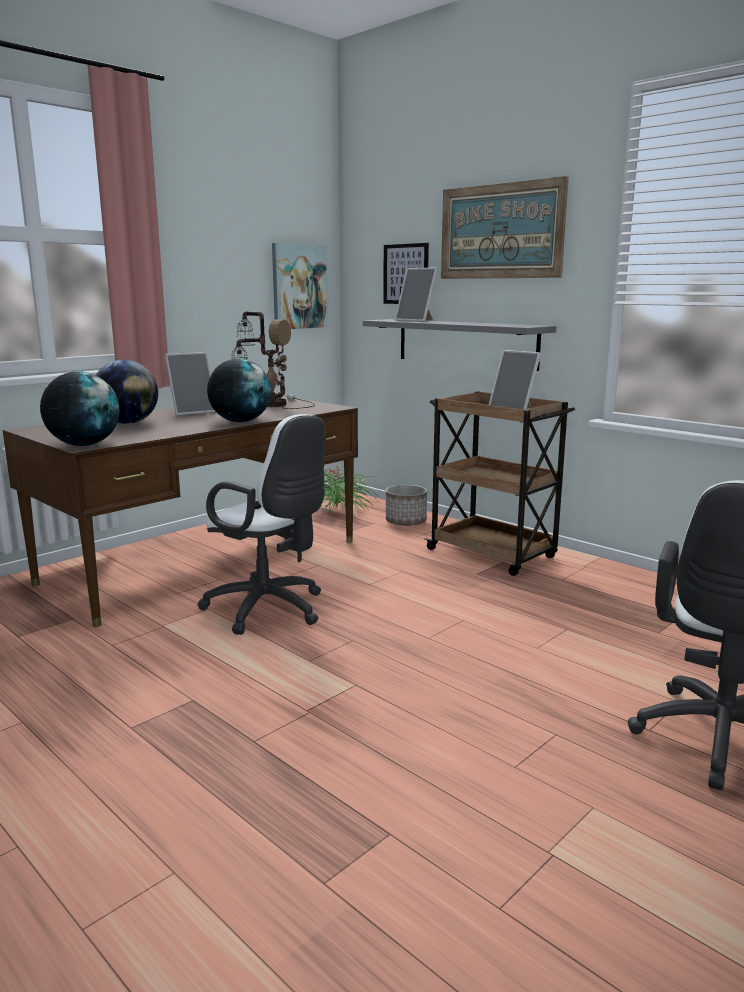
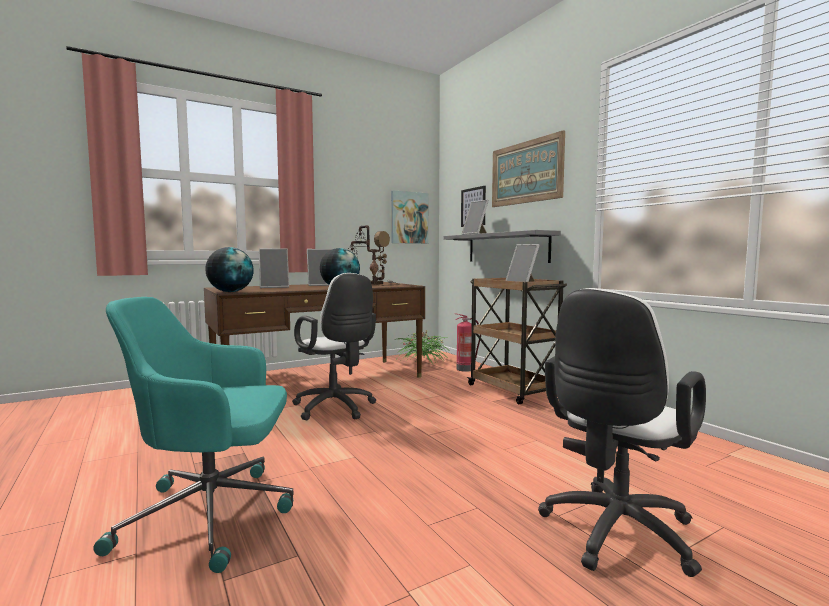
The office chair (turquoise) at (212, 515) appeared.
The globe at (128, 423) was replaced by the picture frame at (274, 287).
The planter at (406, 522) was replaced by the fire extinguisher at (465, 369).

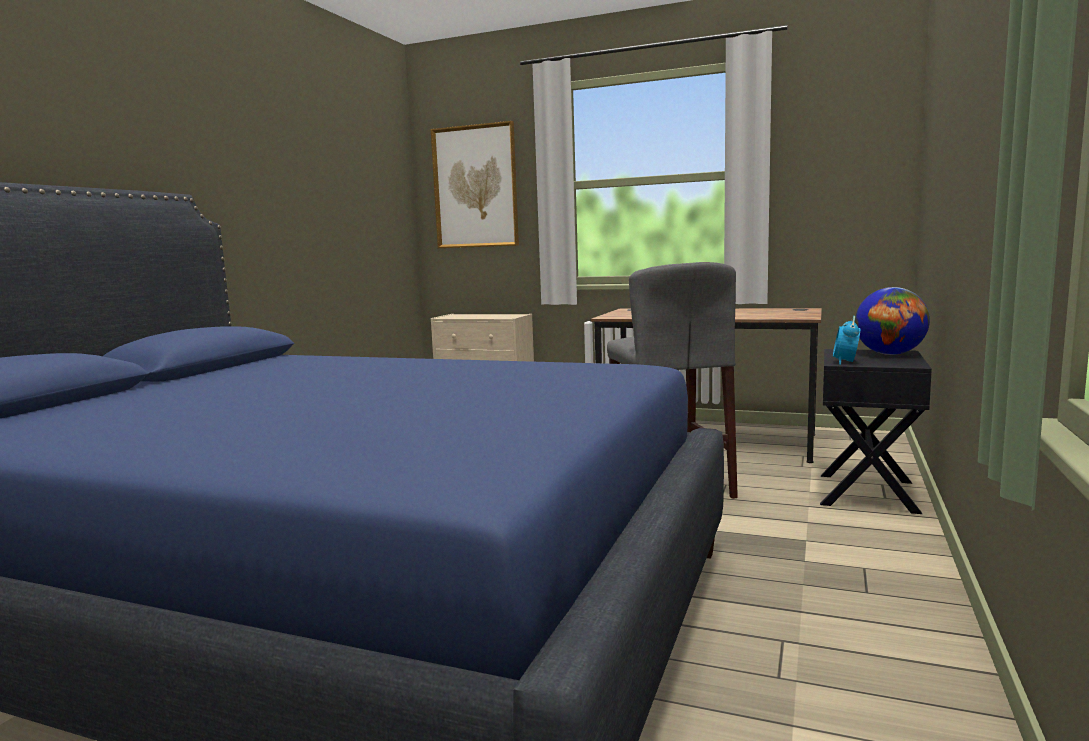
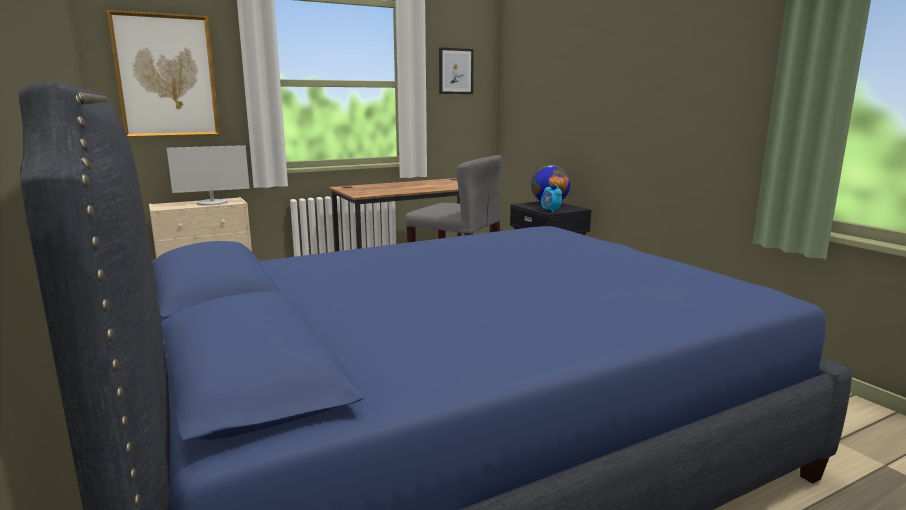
The monitor at (212, 203) appeared.
The picture at (455, 71) appeared.

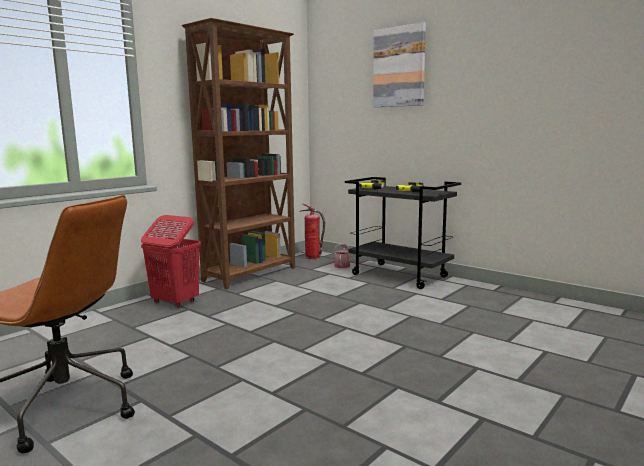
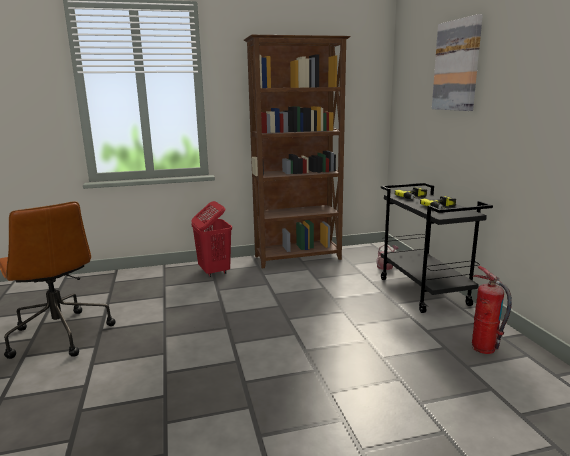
The fire extinguisher moved from (312, 257) to (483, 348).

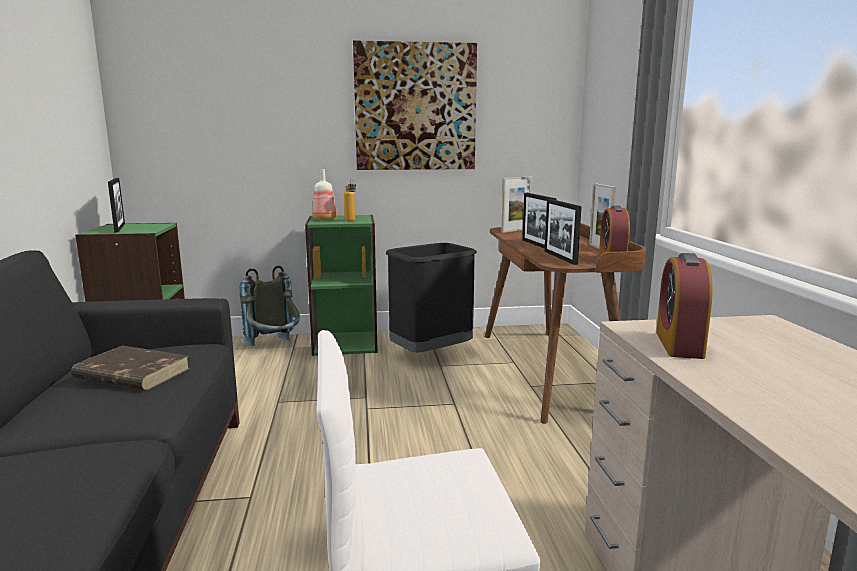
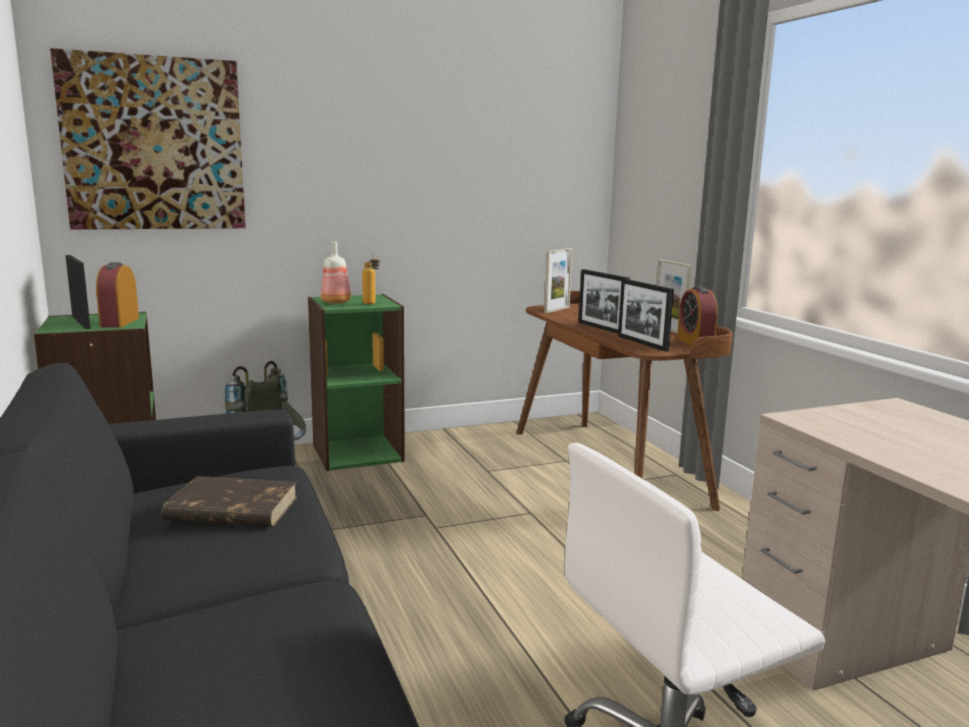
The picture moved from (415, 107) to (154, 144).
The alarm clock moved from (679, 344) to (120, 322).
The trash can (black) at (431, 354) disappeared.

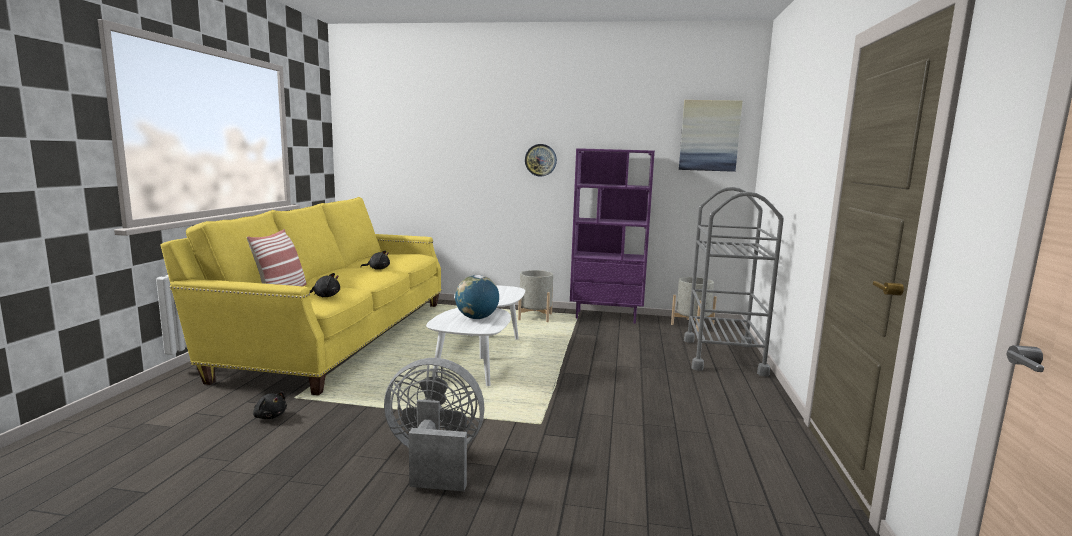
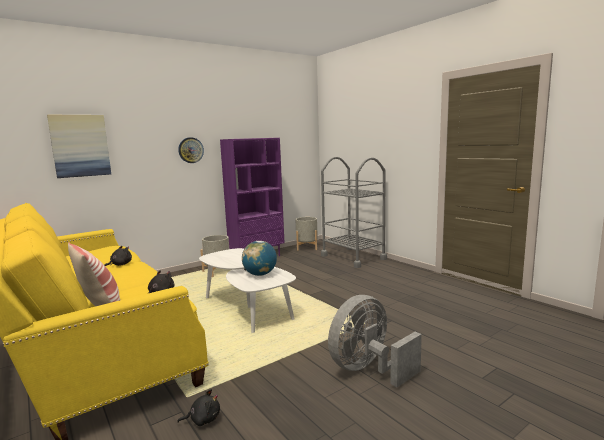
The picture moved from (709, 136) to (80, 146).

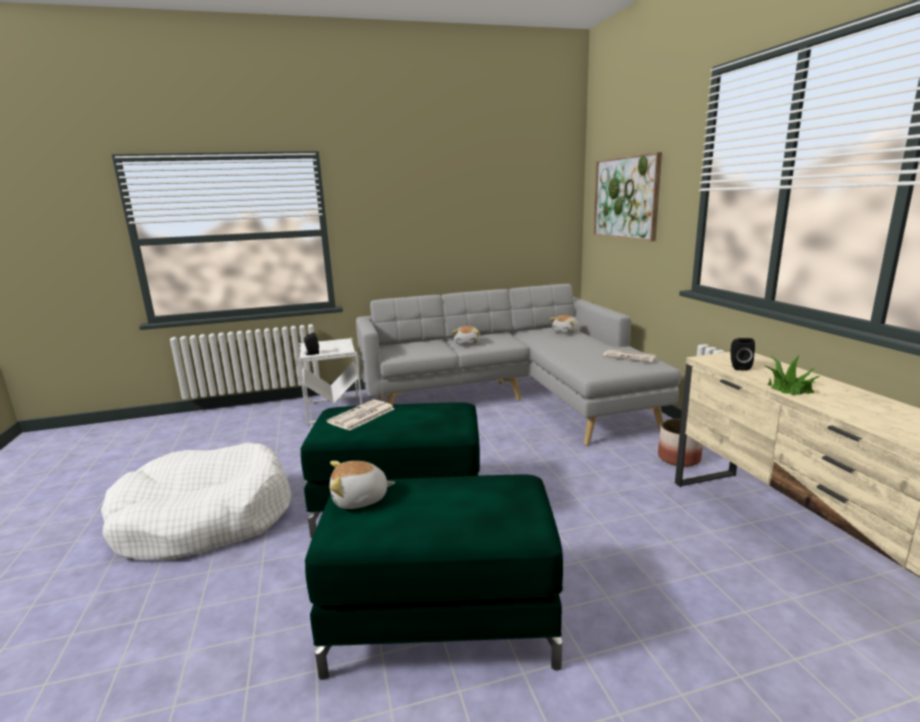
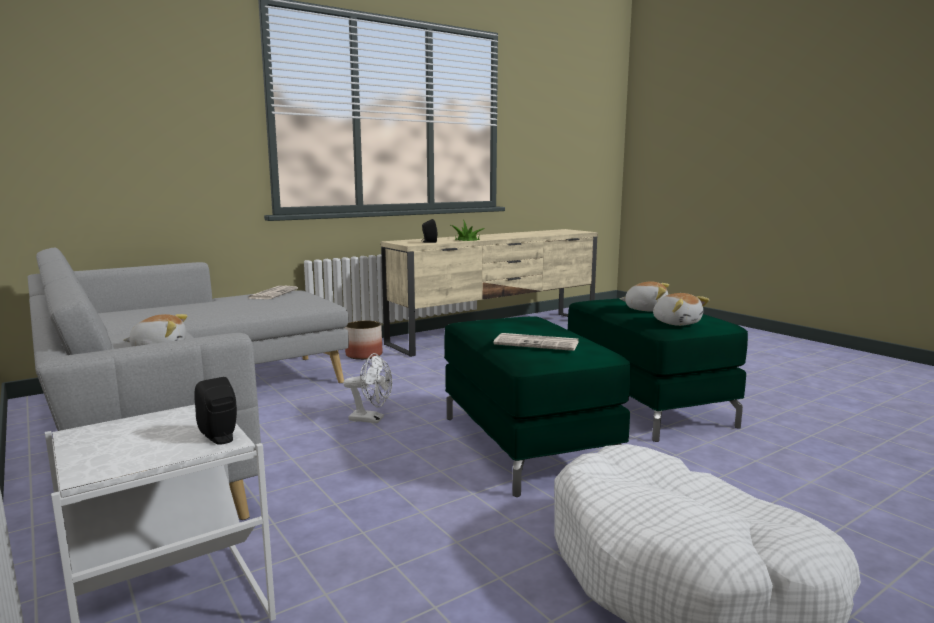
The fan (white) at (372, 419) appeared.
The plush toy moved from (566, 332) to (645, 309).
The picture at (625, 198) disappeared.

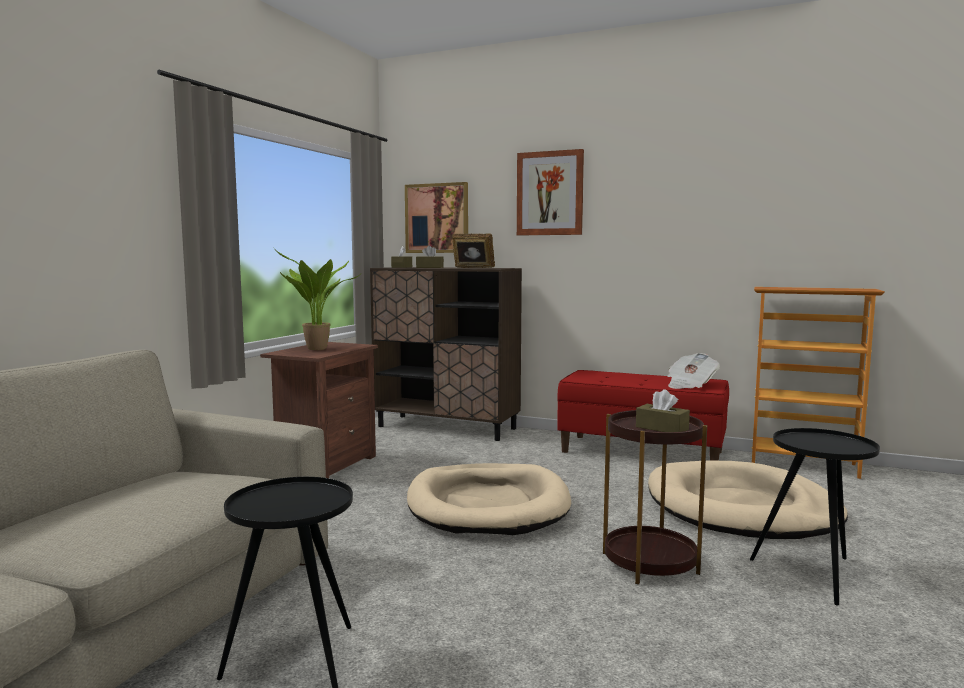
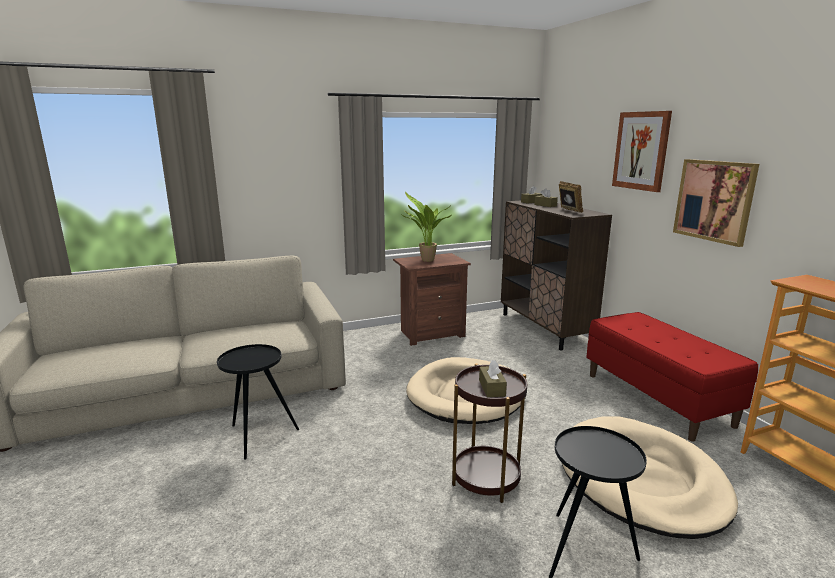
The picture moved from (437, 218) to (714, 200).
The newspaper at (690, 385) disappeared.

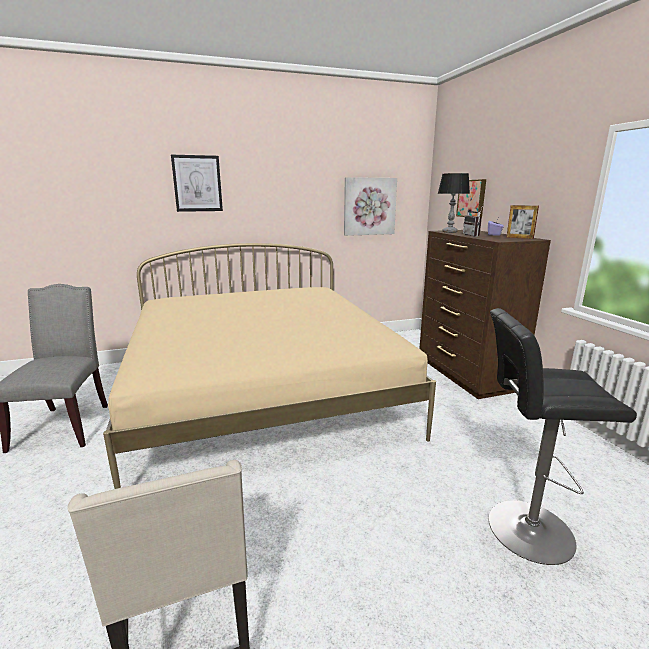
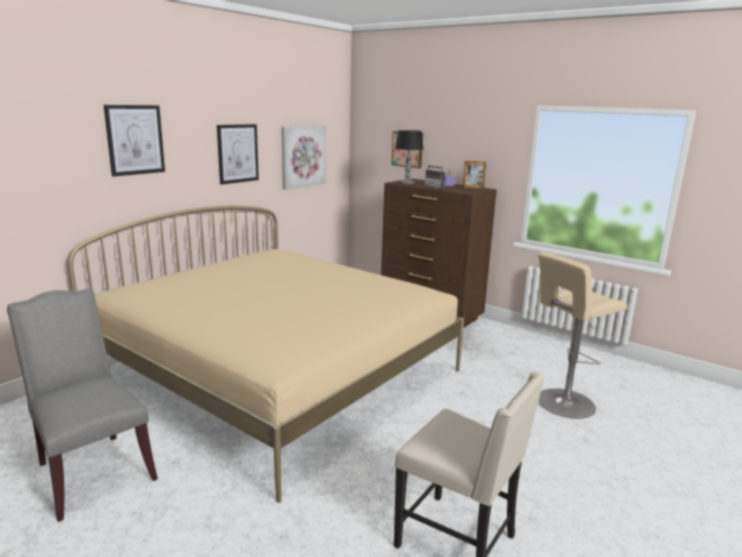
The picture at (237, 153) appeared.
The stool (black) at (524, 530) became the stool (beige) at (563, 404).

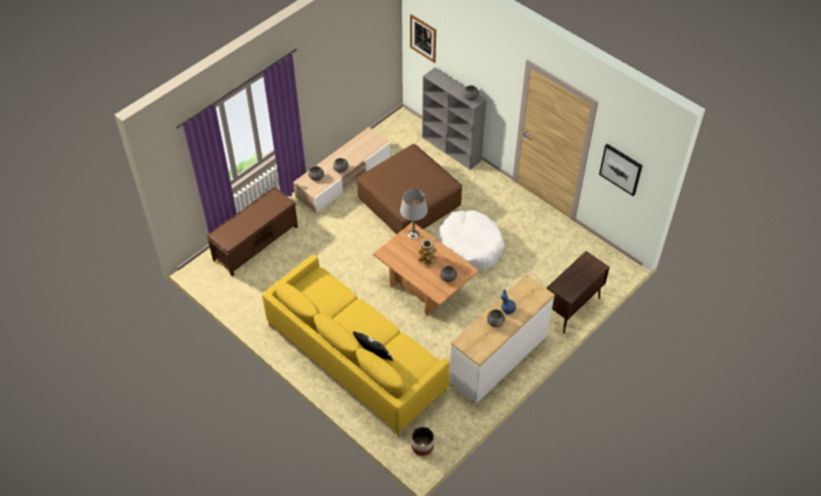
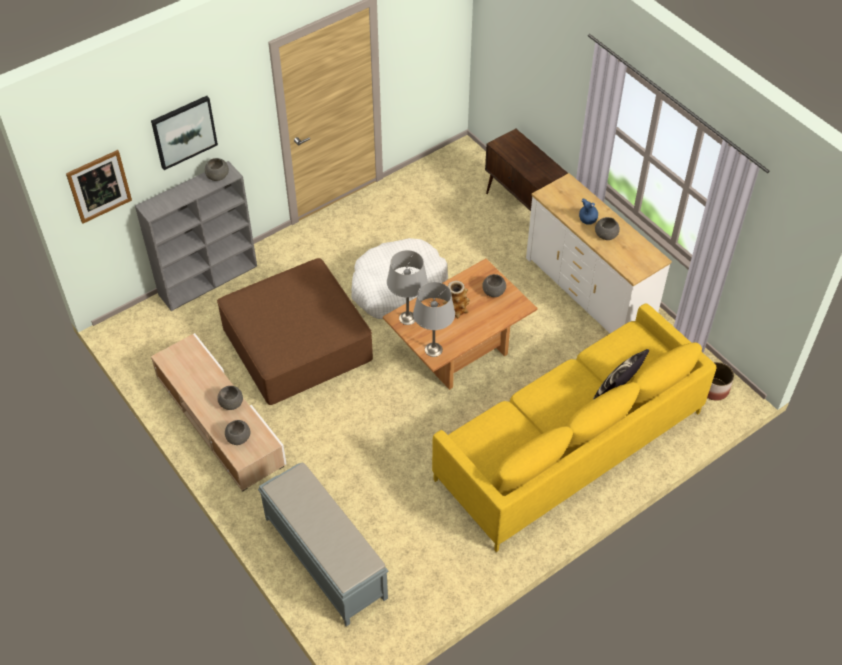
The picture moved from (621, 169) to (184, 131).
The bench (brown) at (256, 242) became the bench (grey) at (324, 557).
The table lamp (grey) at (434, 349) appeared.

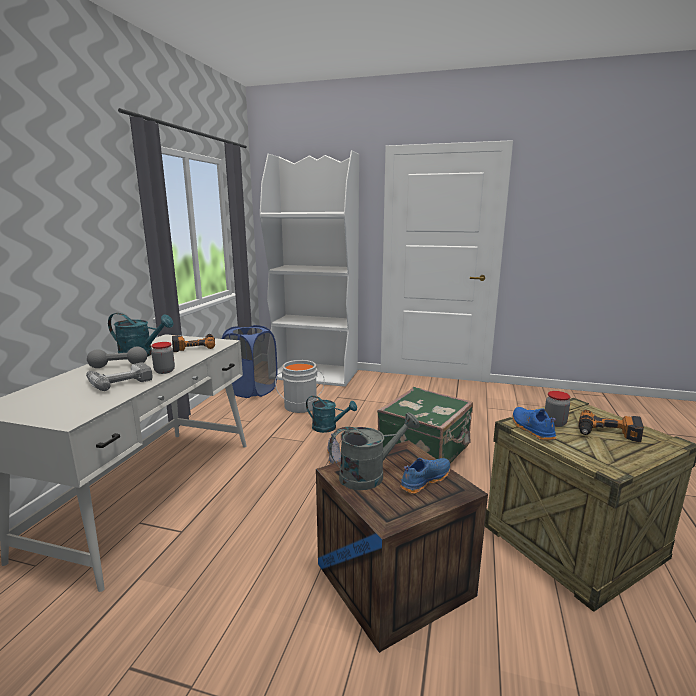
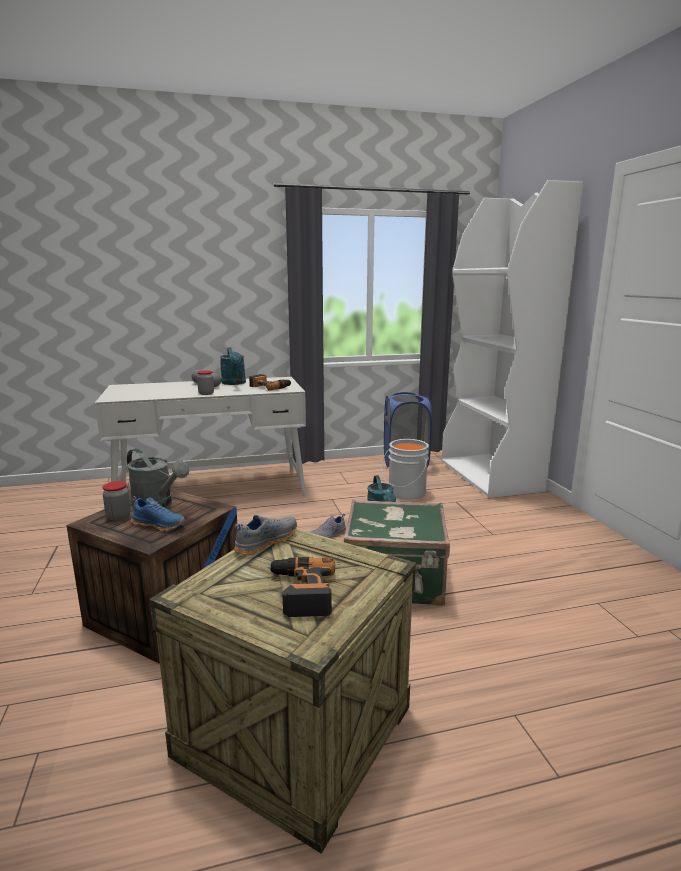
The jar moved from (554, 423) to (118, 516).
The shoe (blue) at (531, 429) became the shoe (grey) at (265, 542).
The power drill at (118, 381) disappeared.

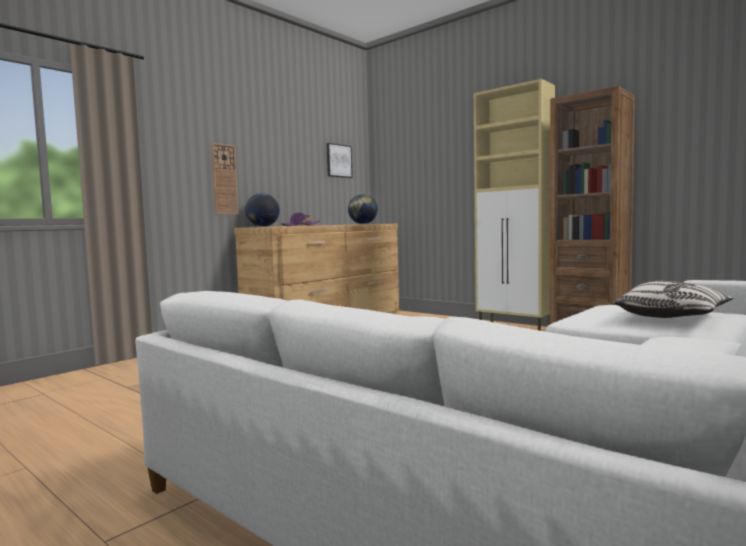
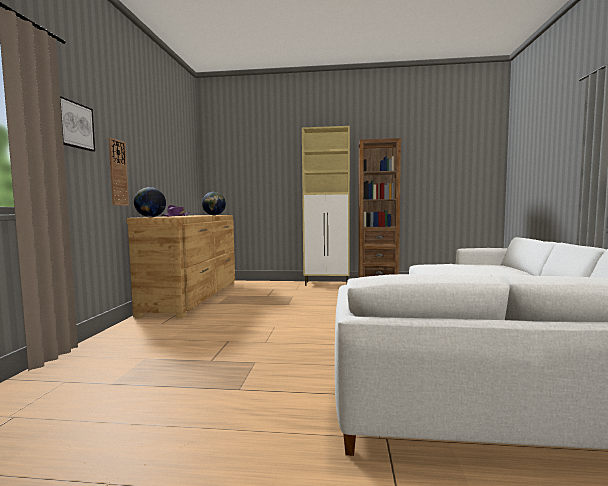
The picture moved from (338, 161) to (74, 125).
The pillow at (672, 317) disappeared.

